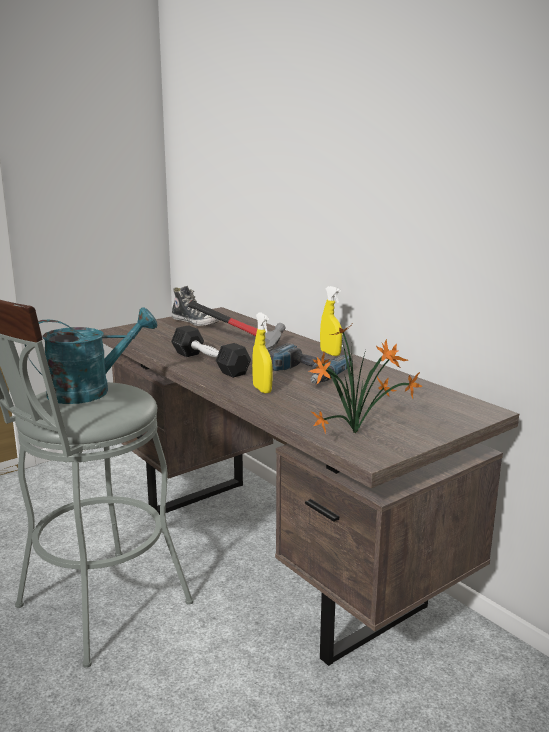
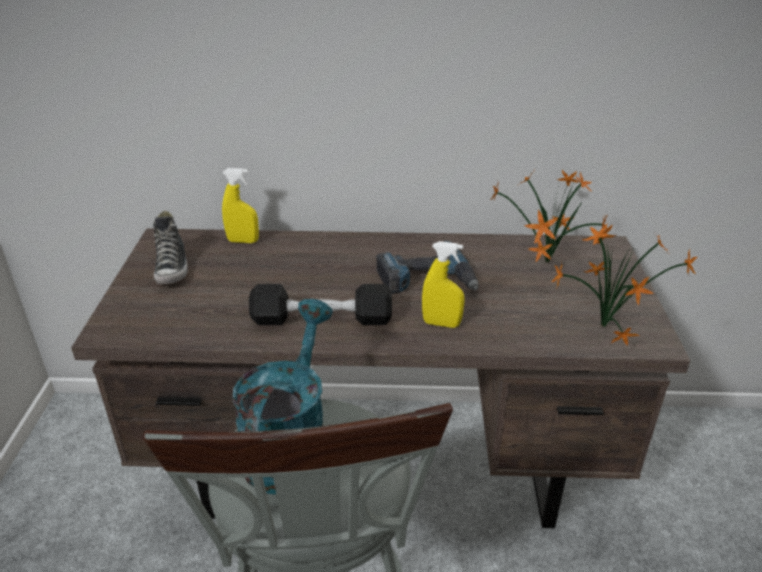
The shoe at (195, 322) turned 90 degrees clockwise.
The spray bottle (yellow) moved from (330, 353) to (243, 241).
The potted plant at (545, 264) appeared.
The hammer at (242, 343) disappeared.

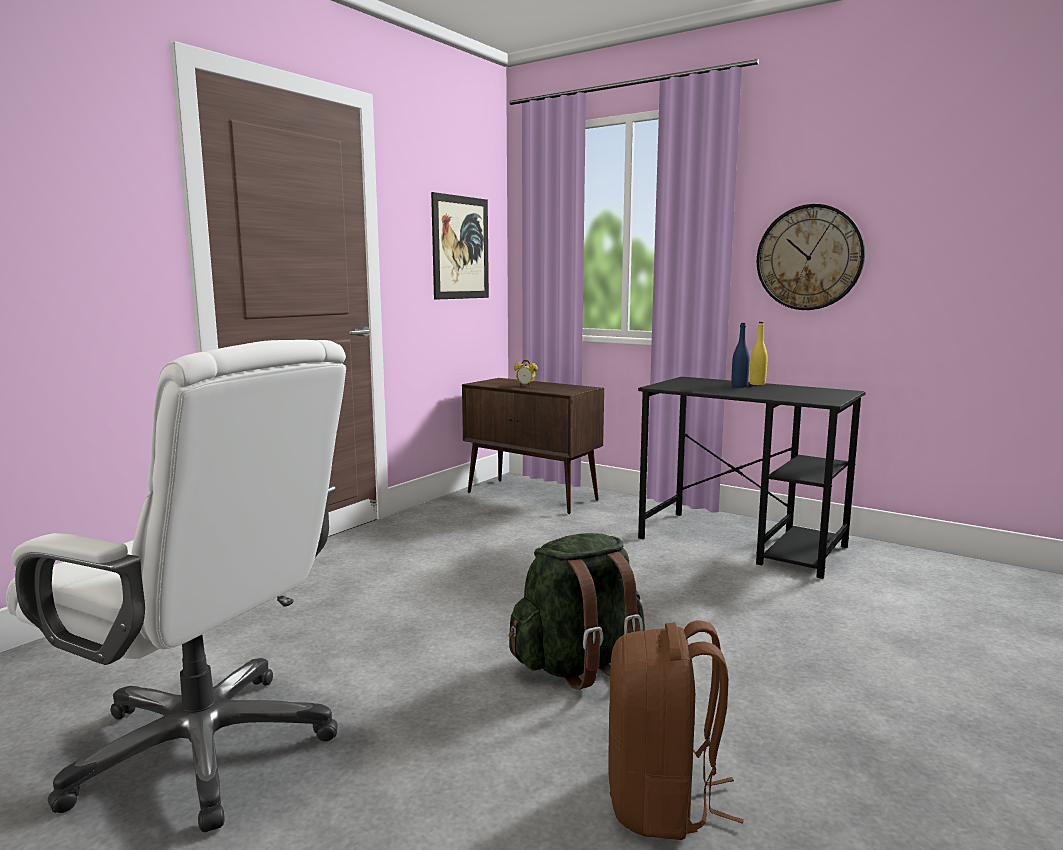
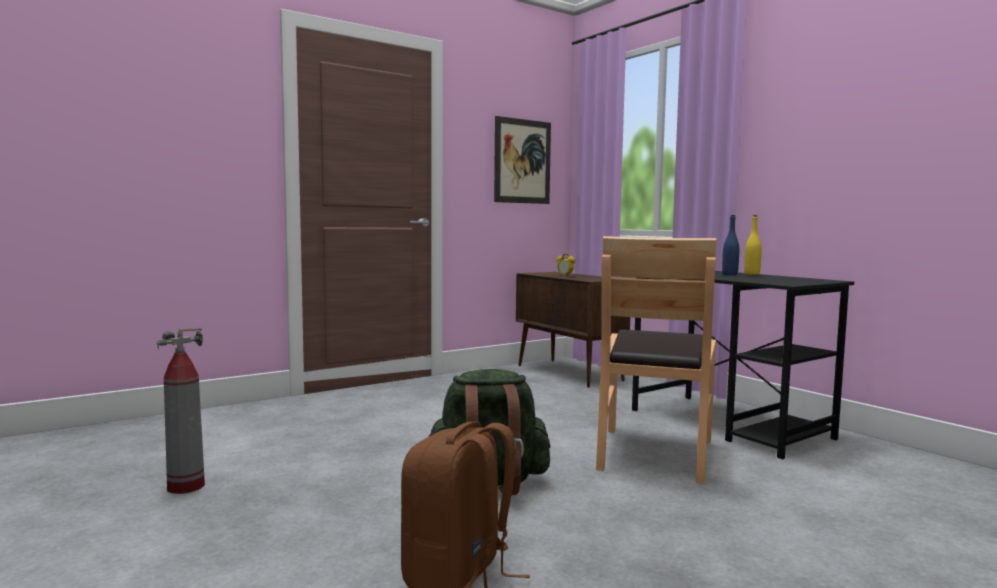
The office chair (white) at (205, 748) was replaced by the fire extinguisher at (185, 487).
The chair (brown) at (654, 453) appeared.
The wall clock at (809, 257) disappeared.

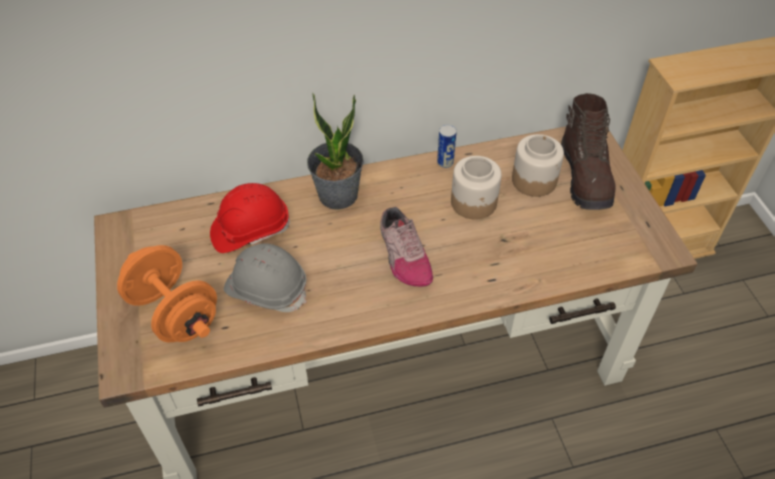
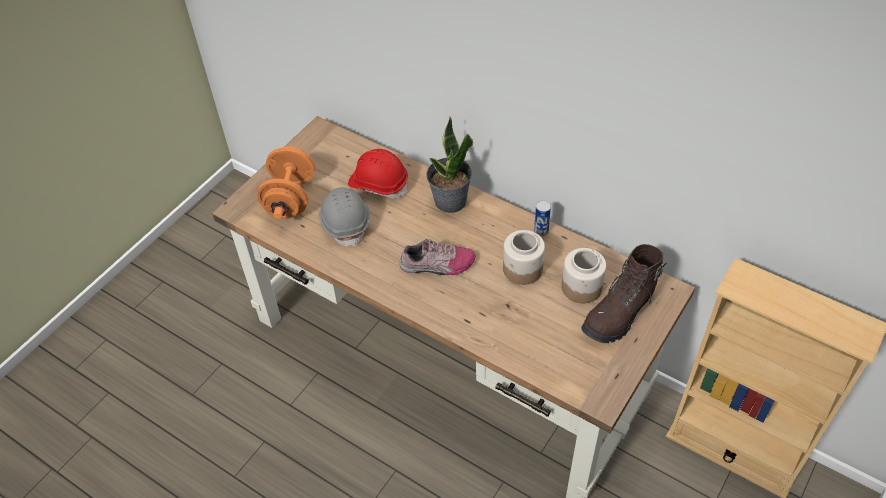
The shoe at (403, 256) turned 120 degrees counterclockwise.

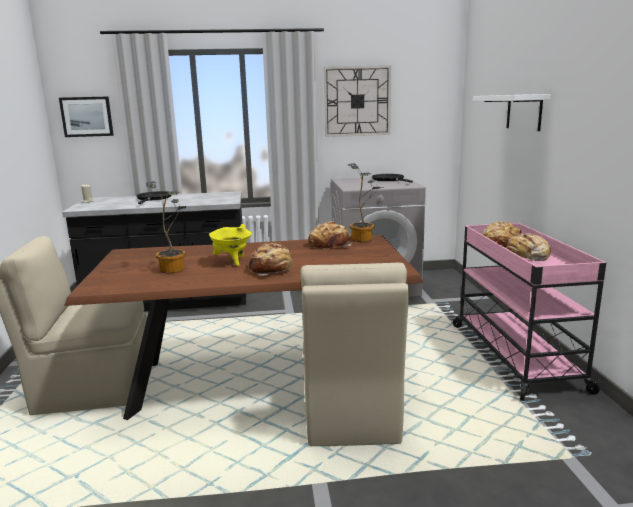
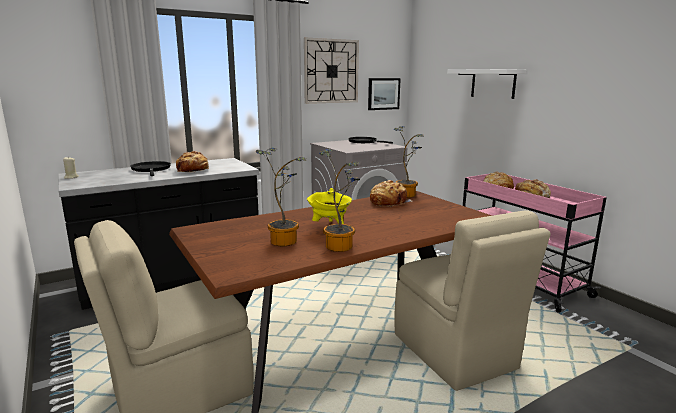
The bread moved from (271, 269) to (193, 170).
The potted plant at (341, 245) appeared.
The picture moved from (87, 116) to (383, 94).

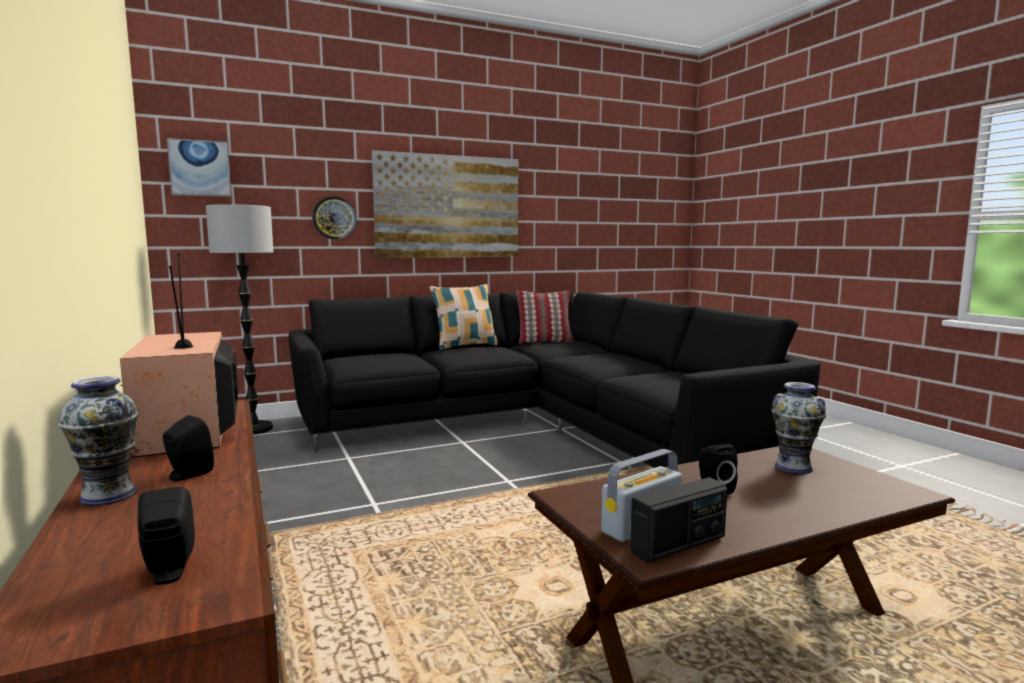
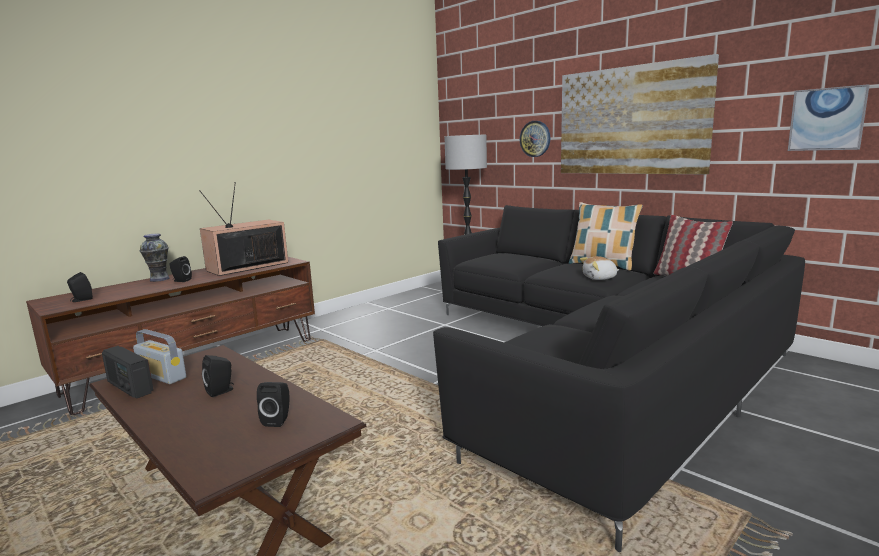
The vase at (793, 467) was replaced by the speaker (black) at (278, 420).
The plush toy at (600, 278) appeared.
The picture moved from (200, 168) to (827, 119).

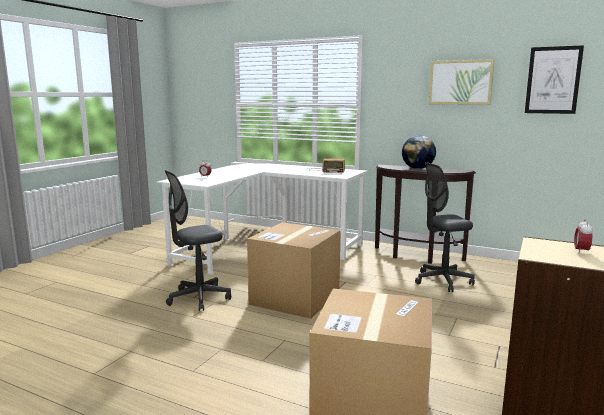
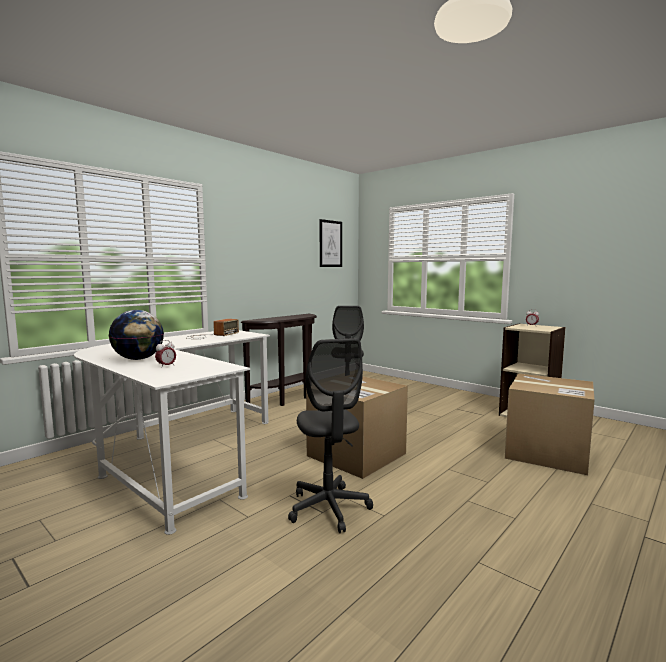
The globe moved from (417, 168) to (138, 359).
The picture at (460, 82) disappeared.

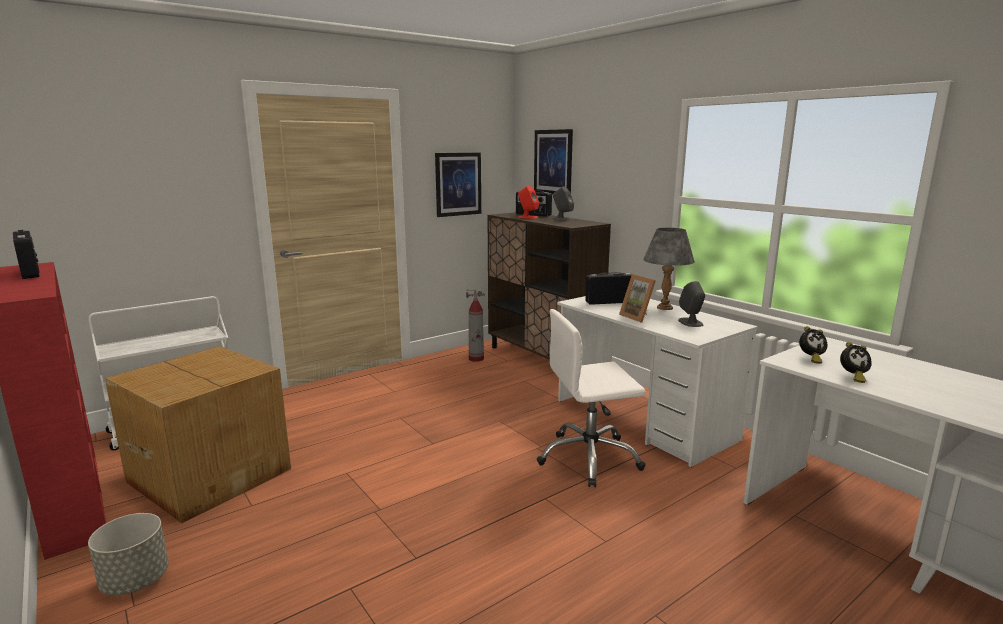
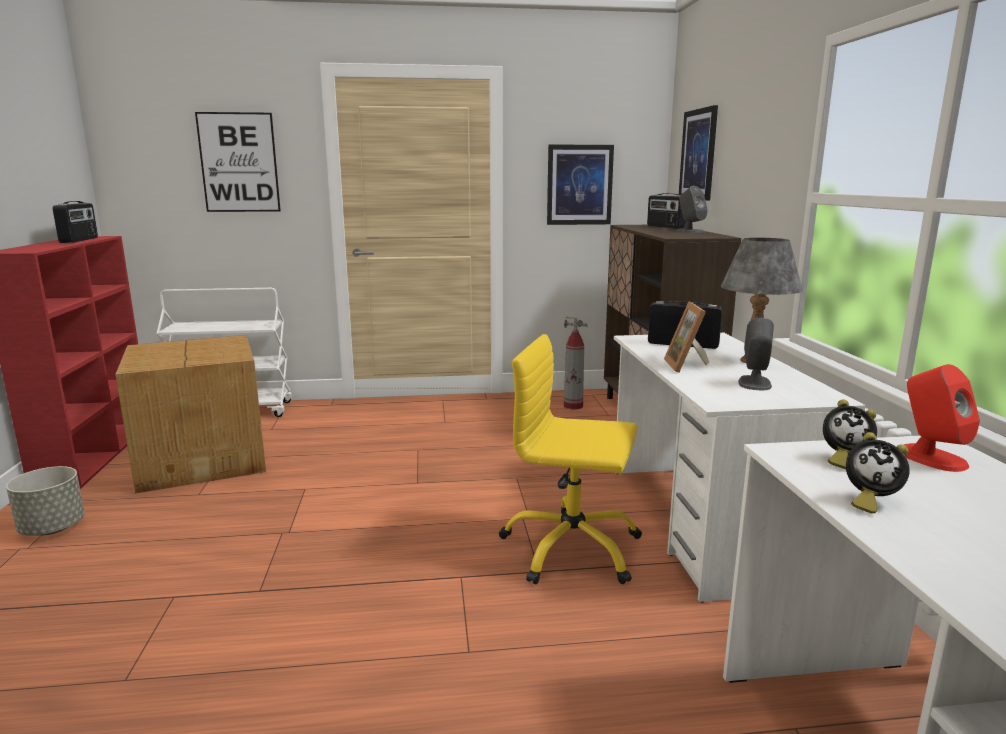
The picture at (239, 162) appeared.
The office chair (white) at (589, 458) became the office chair (yellow) at (571, 548).
The speaker (red) moved from (527, 217) to (930, 457).

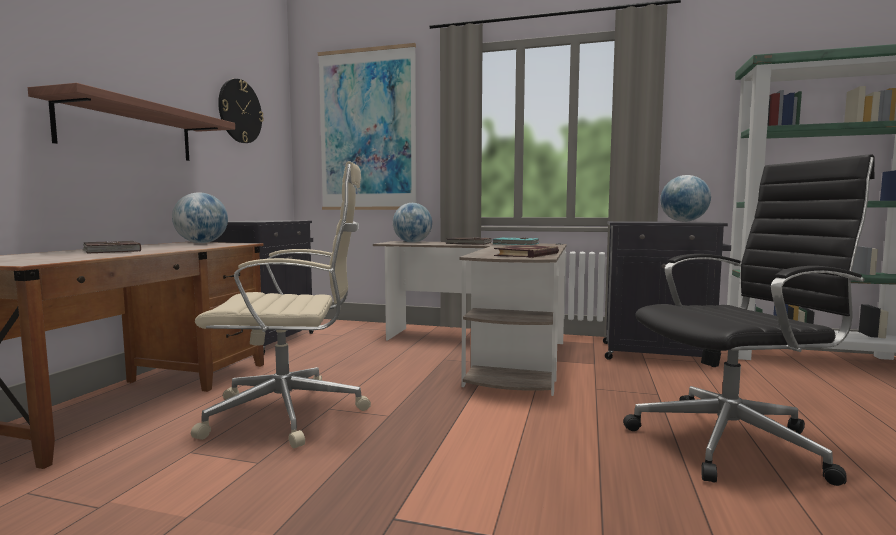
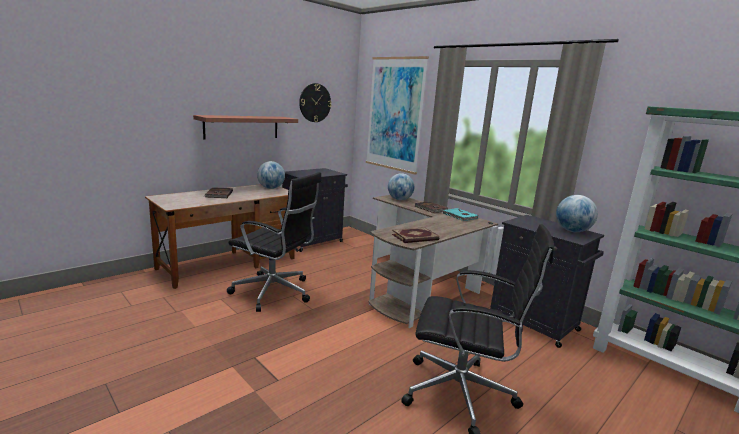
The office chair (beige) at (291, 413) became the office chair (black) at (274, 293).

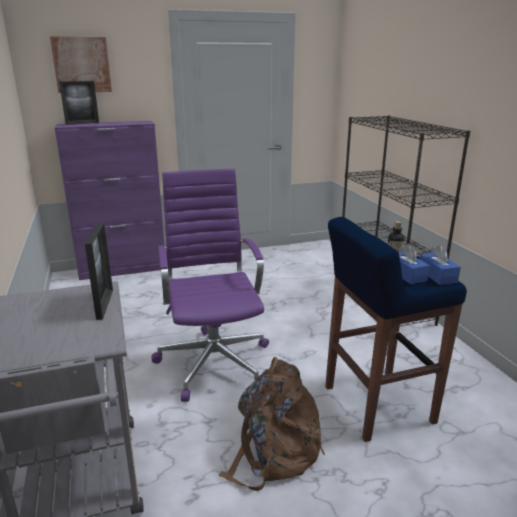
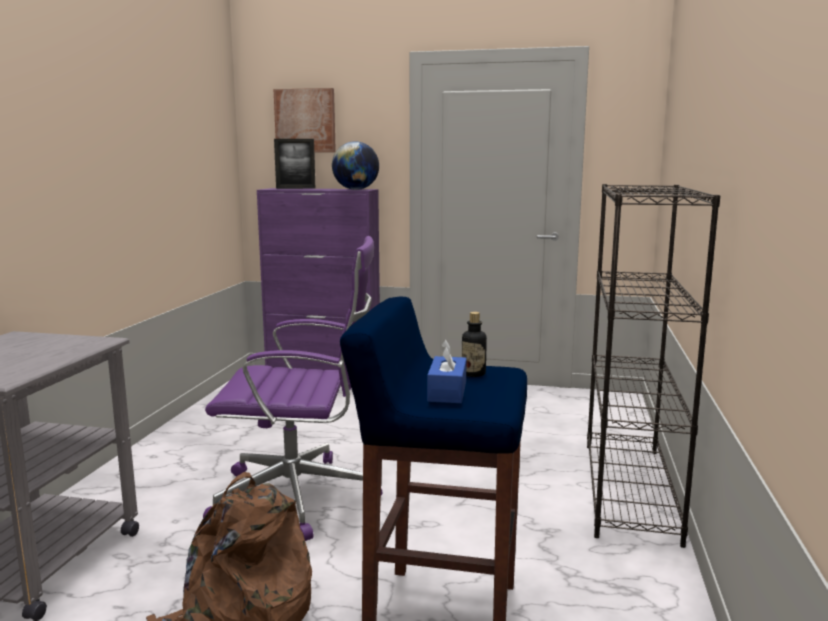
The office chair (purple) at (214, 361) turned 75 degrees clockwise.
The globe at (356, 189) appeared.
The picture frame at (105, 304) disappeared.
The tissue box (blue) at (437, 275) disappeared.

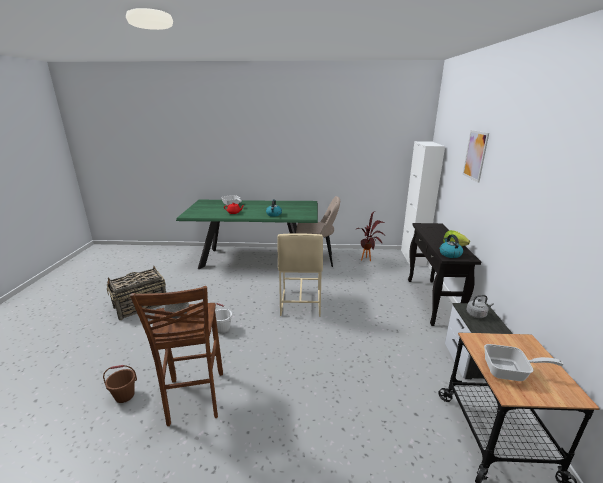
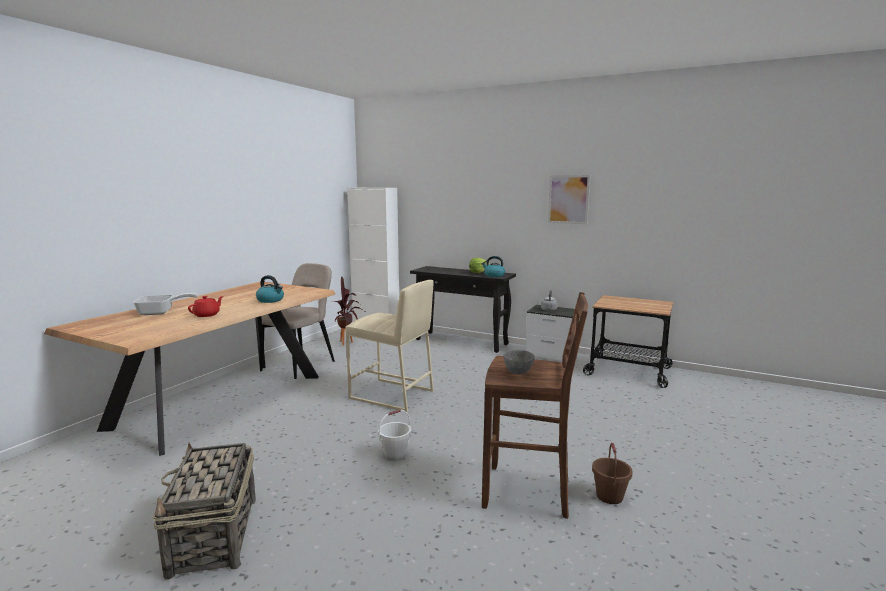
The dining table (green) at (255, 259) became the dining table (brown) at (221, 401).
The picture moved from (475, 155) to (568, 199).
The bucket (brown) moved from (125, 395) to (609, 496).
The frying pan at (510, 372) disappeared.

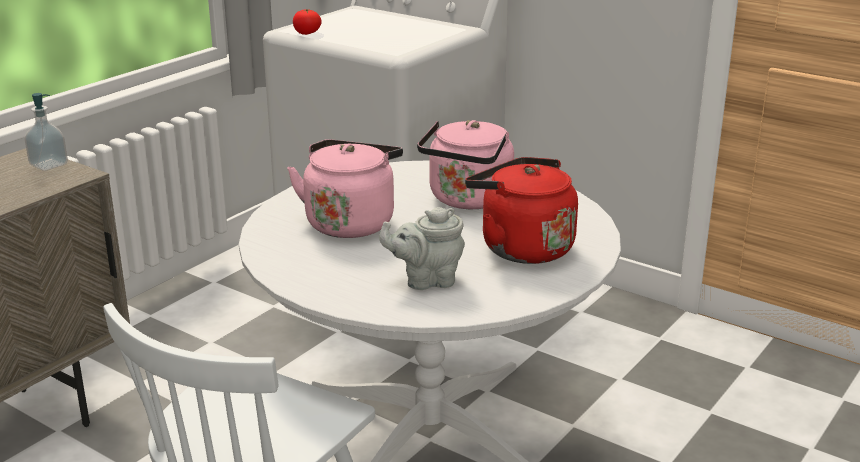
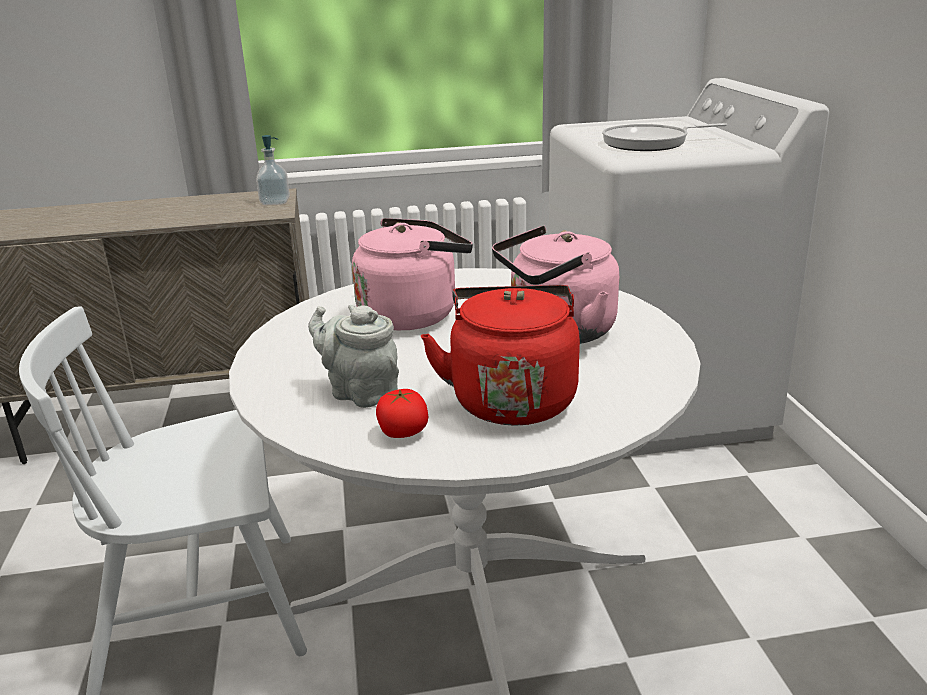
The tomato moved from (307, 33) to (403, 432).
The frying pan at (650, 143) appeared.

